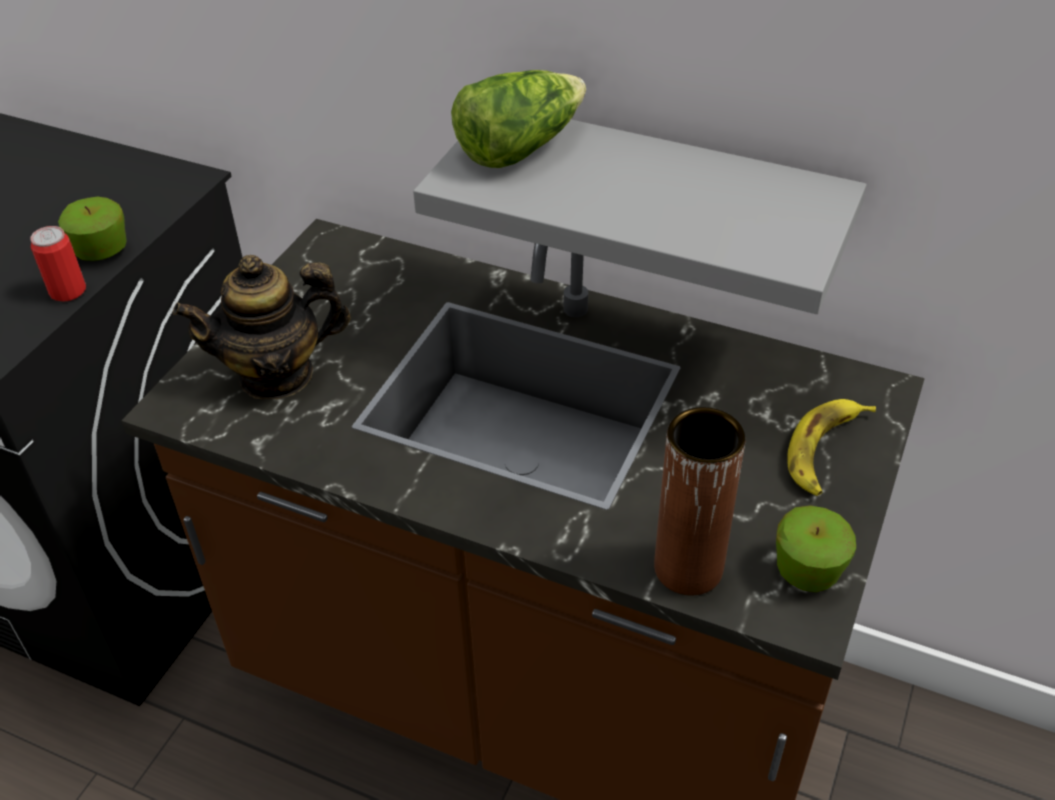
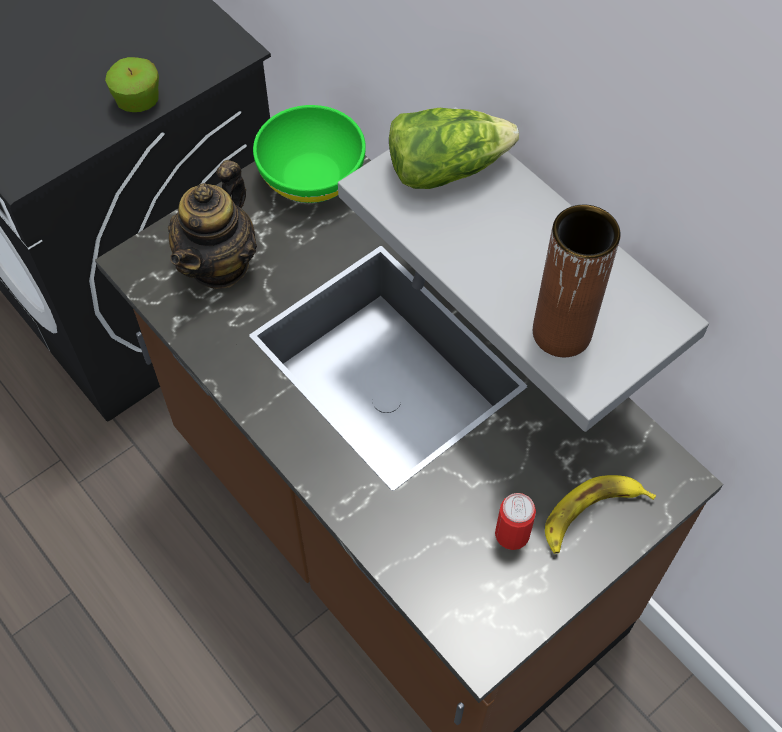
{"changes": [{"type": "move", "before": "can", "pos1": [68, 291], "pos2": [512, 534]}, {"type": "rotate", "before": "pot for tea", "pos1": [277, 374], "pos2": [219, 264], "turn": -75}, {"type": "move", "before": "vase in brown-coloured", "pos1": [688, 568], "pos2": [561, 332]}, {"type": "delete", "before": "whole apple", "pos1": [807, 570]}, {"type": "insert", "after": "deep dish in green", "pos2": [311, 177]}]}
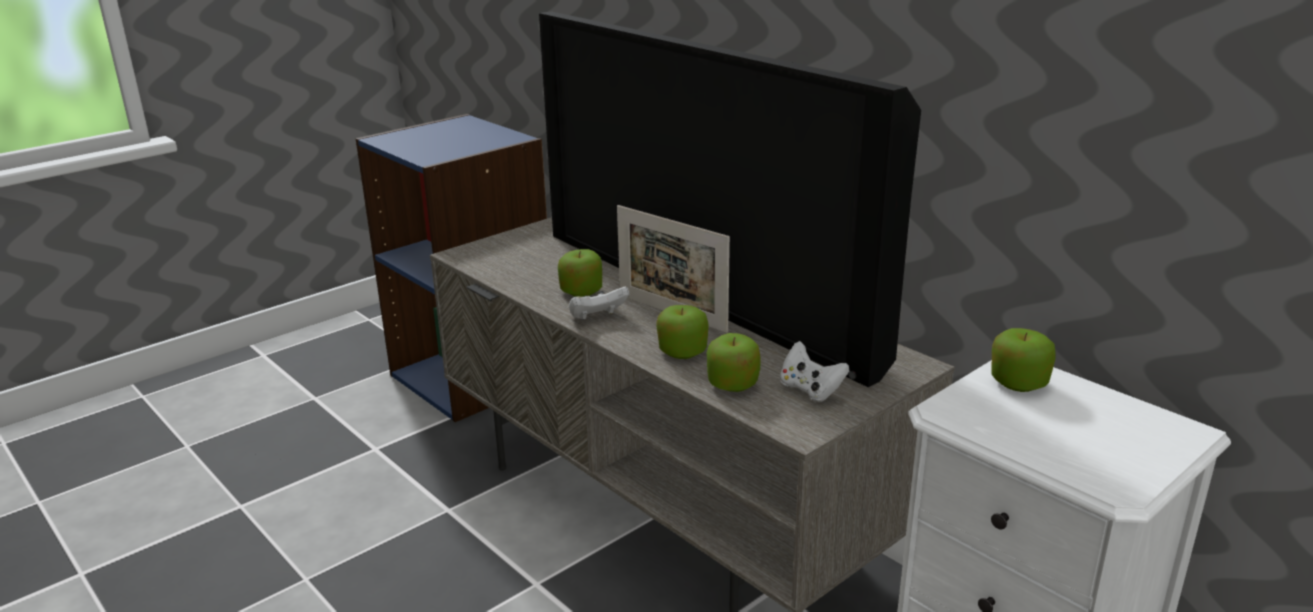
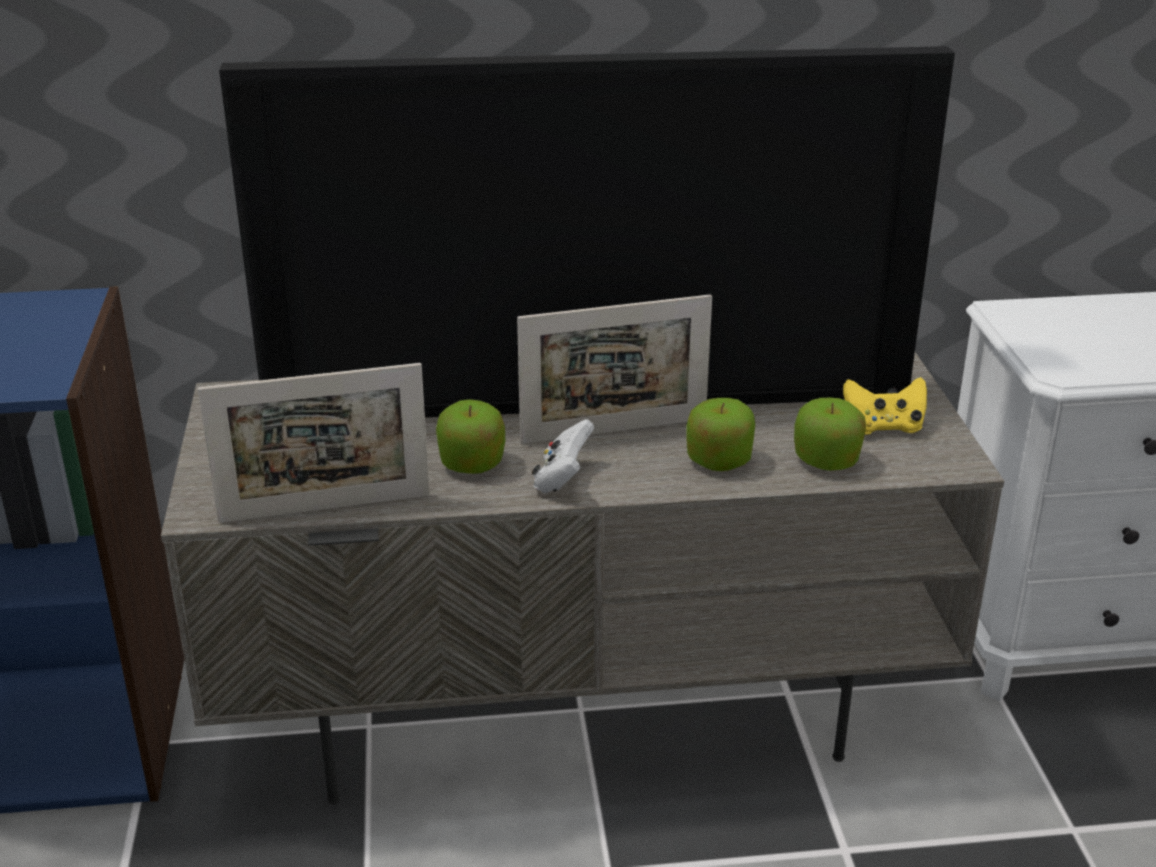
{"changes": [{"type": "recolor", "before": "joypad in whitish", "after": "joypad in yellow-coloured", "pos1": [810, 390], "pos2": [883, 427]}, {"type": "delete", "before": "whole apple", "pos1": [1018, 382]}, {"type": "insert", "after": "standing frame", "pos2": [325, 508]}]}
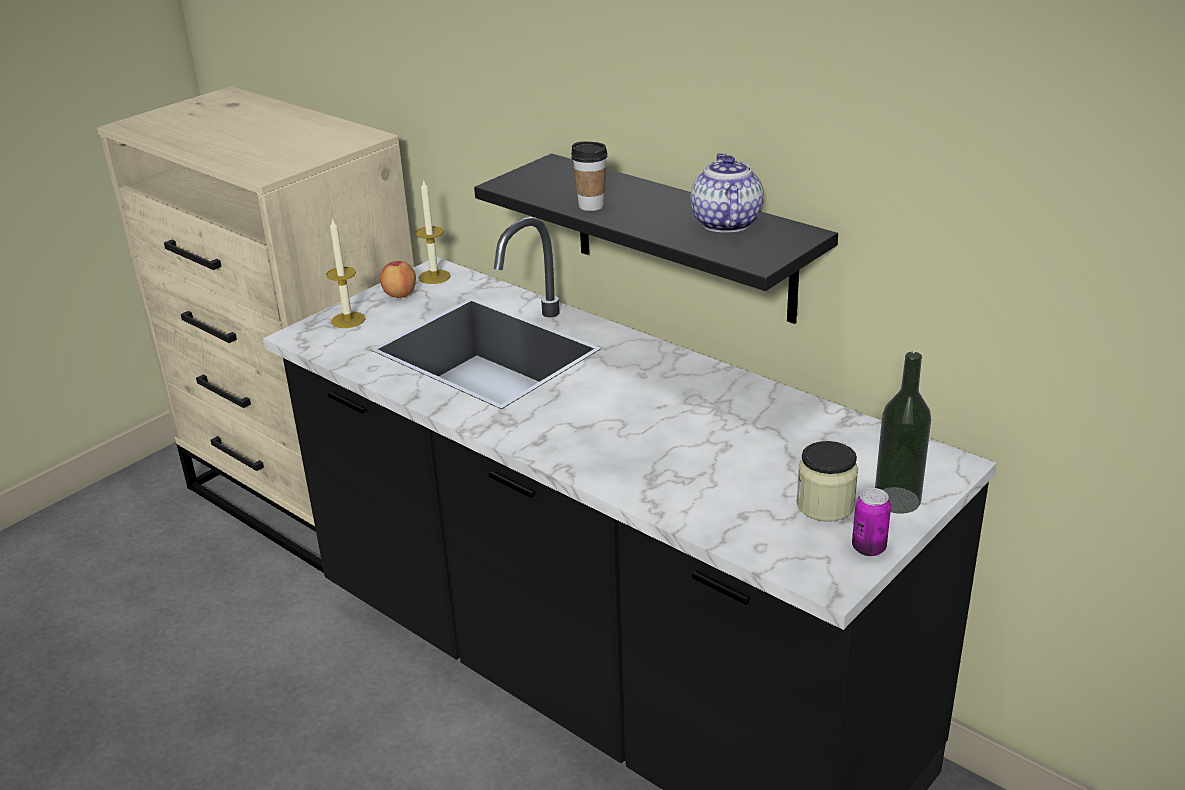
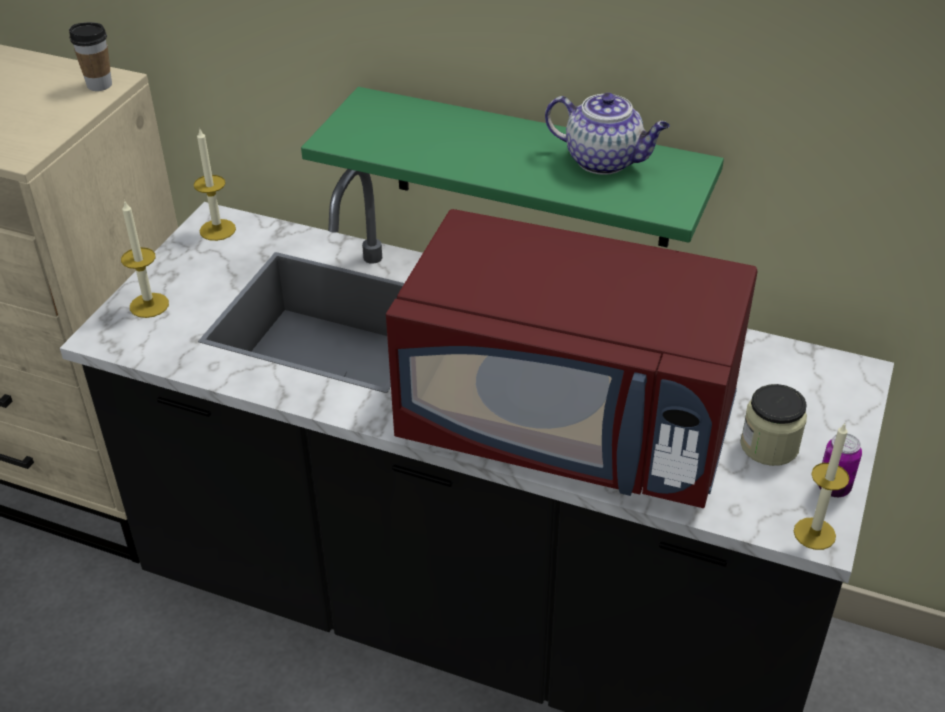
{"changes": [{"type": "delete", "before": "whole apple", "pos1": [400, 295]}, {"type": "recolor", "before": "shelf in black-coloured", "after": "shelf in green", "pos1": [683, 238], "pos2": [531, 169]}, {"type": "move", "before": "drinking cup", "pos1": [591, 206], "pos2": [99, 85]}, {"type": "rotate", "before": "pot for tea", "pos1": [725, 222], "pos2": [605, 161], "turn": 135}, {"type": "delete", "before": "beverage bottle", "pos1": [897, 500]}, {"type": "insert", "after": "kitchen microwave in reddish", "pos2": [570, 425]}, {"type": "insert", "after": "wax candle", "pos2": [814, 533]}]}
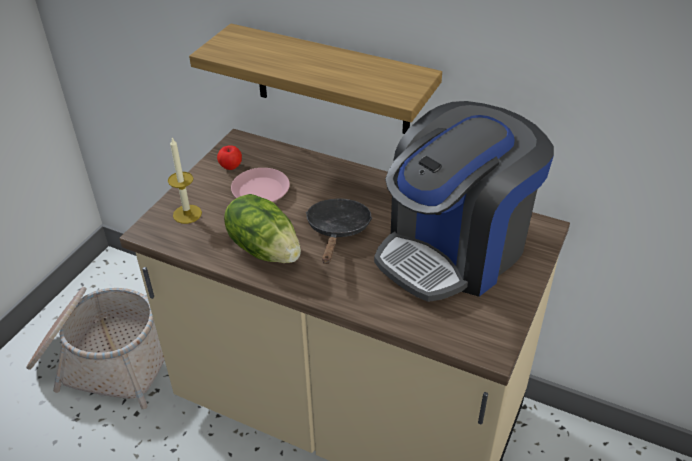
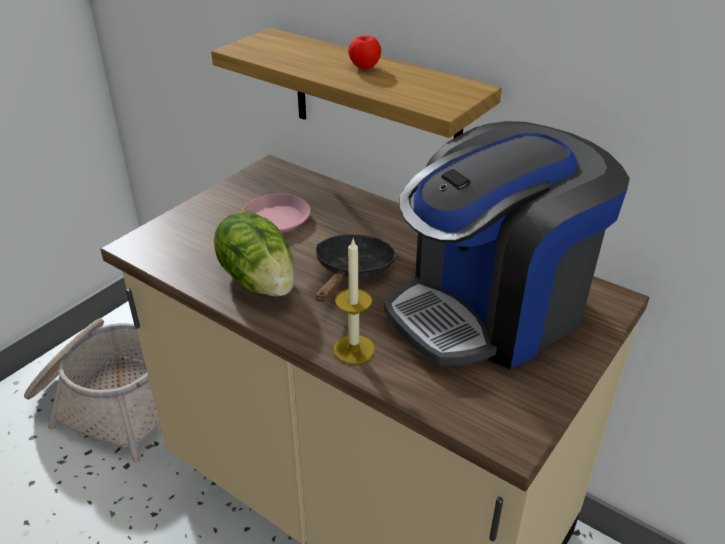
{"changes": [{"type": "move", "before": "wax candle", "pos1": [187, 214], "pos2": [354, 349]}, {"type": "move", "before": "whole apple", "pos1": [231, 166], "pos2": [365, 66]}]}
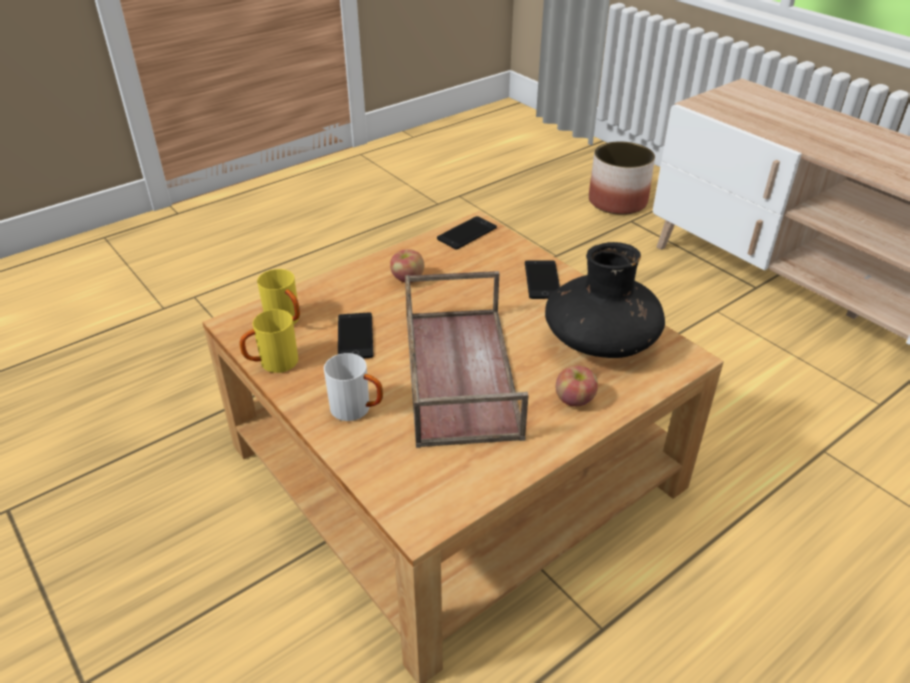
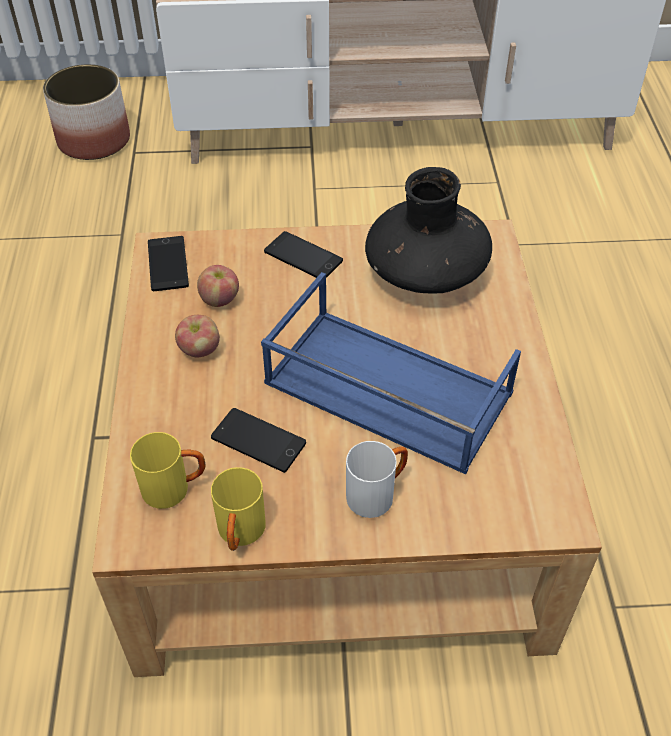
{"changes": [{"type": "recolor", "before": "carrying tray in brown-coloured", "after": "carrying tray in blue-coloured", "pos1": [457, 372], "pos2": [384, 389]}, {"type": "move", "before": "whole apple", "pos1": [574, 400], "pos2": [219, 299]}]}
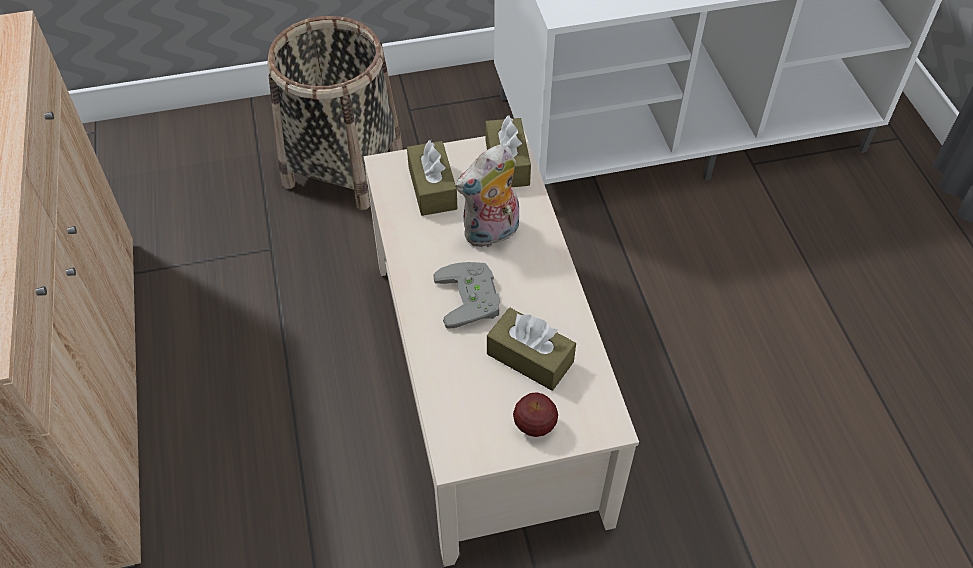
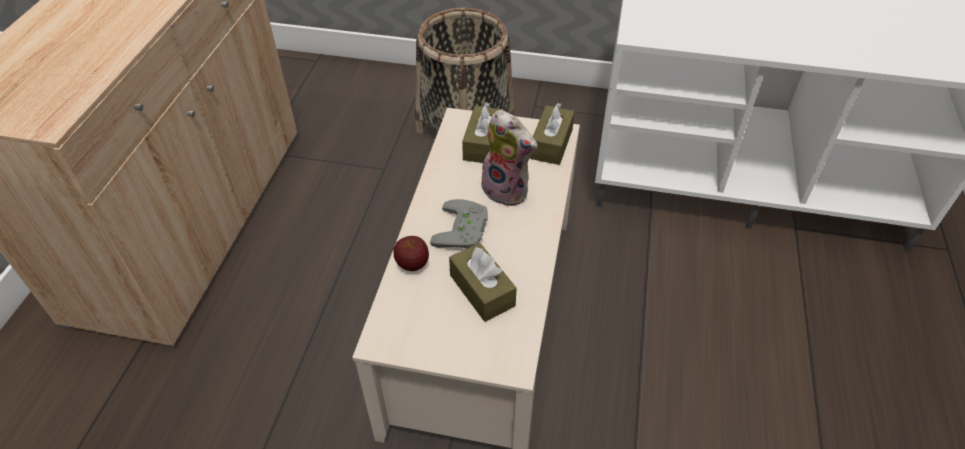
{"changes": [{"type": "rotate", "before": "soft toy", "pos1": [491, 234], "pos2": [508, 190], "turn": -135}, {"type": "move", "before": "whole apple", "pos1": [534, 426], "pos2": [412, 264]}]}
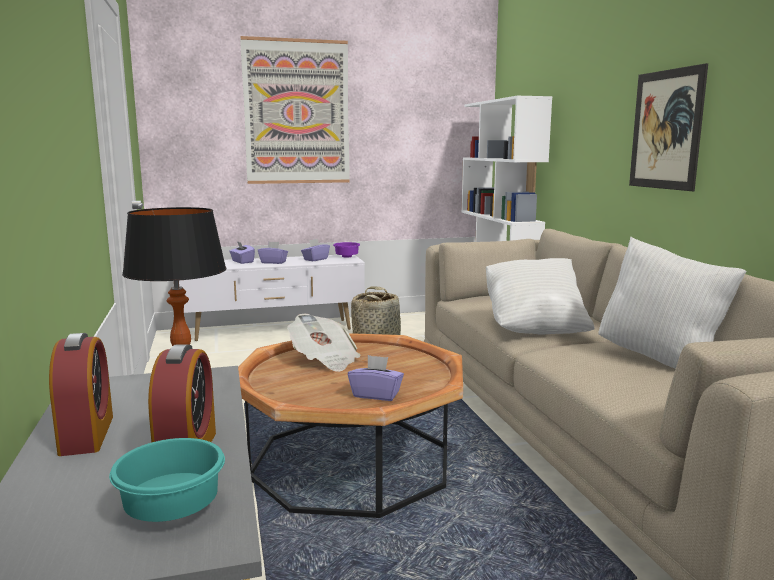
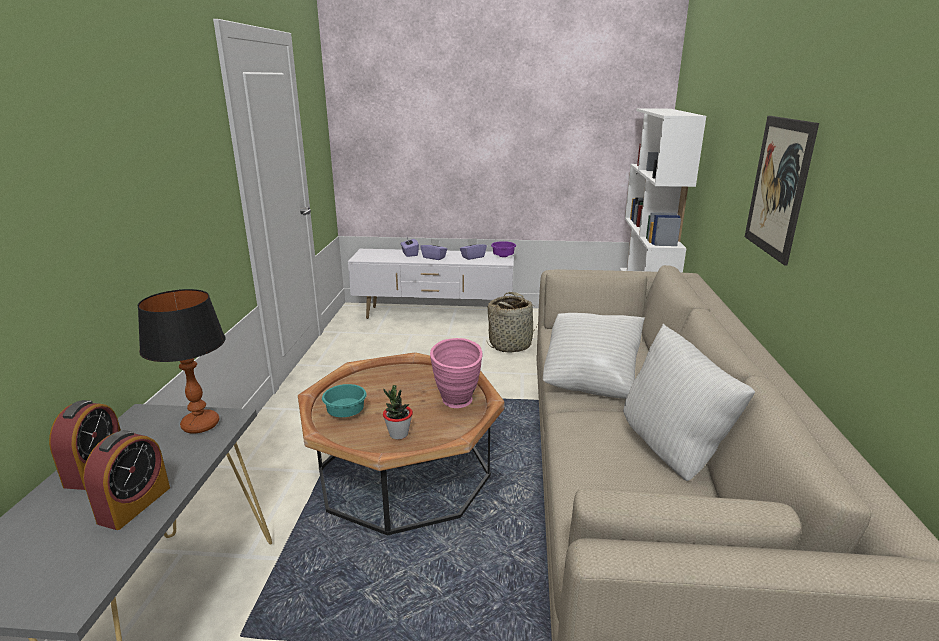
{"changes": [{"type": "move", "before": "deep dish in turquoise", "pos1": [172, 511], "pos2": [345, 413]}, {"type": "delete", "before": "wall art", "pos1": [297, 112]}, {"type": "delete", "before": "newspaper", "pos1": [324, 360]}, {"type": "replace", "before": "tissue box in purple", "after": "plant in a pot", "pos1": [376, 395], "pos2": [398, 434]}, {"type": "insert", "after": "vase in pinkish", "pos2": [457, 404]}]}
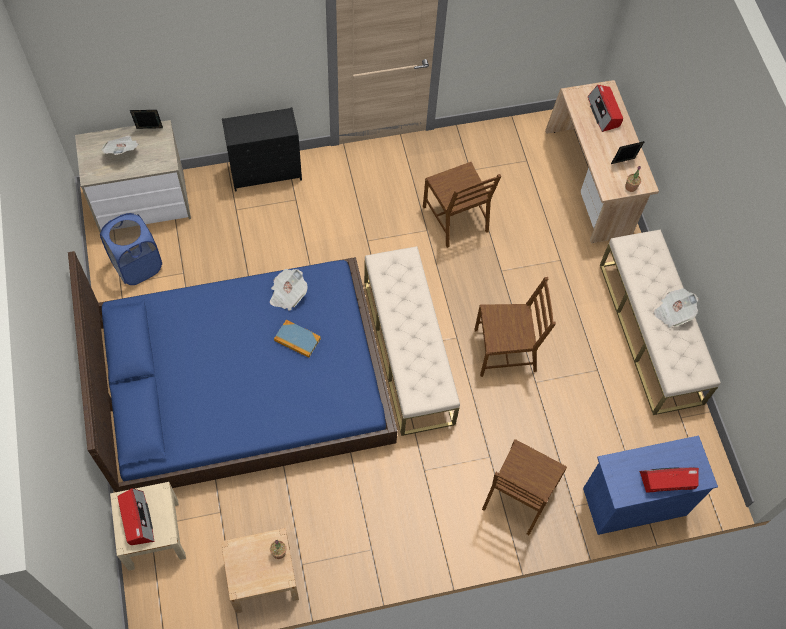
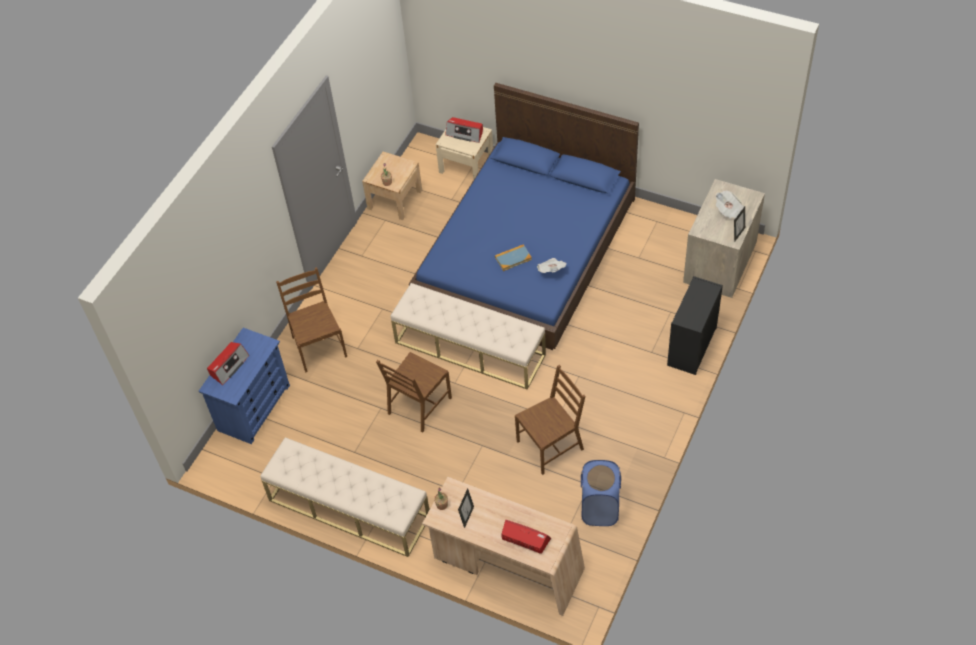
{"changes": [{"type": "move", "before": "washing basket in blue-coloured", "pos1": [137, 266], "pos2": [600, 509]}, {"type": "rotate", "before": "chair in brown-coloured", "pos1": [456, 219], "pos2": [550, 445], "turn": 135}, {"type": "delete", "before": "newspaper", "pos1": [673, 312]}]}
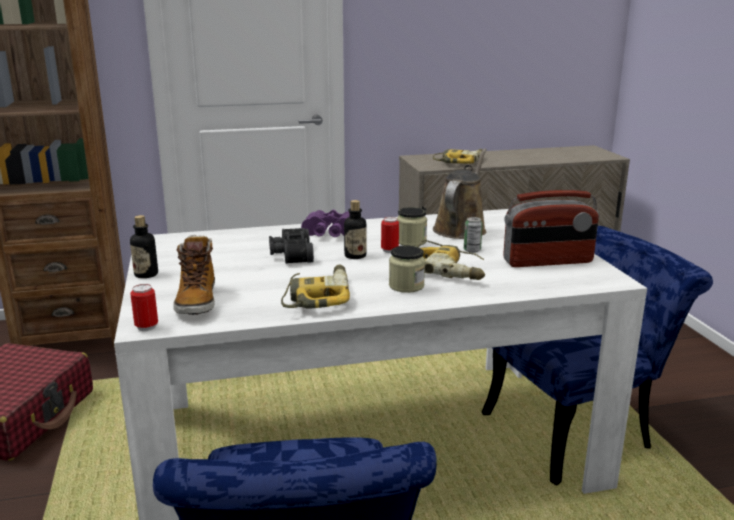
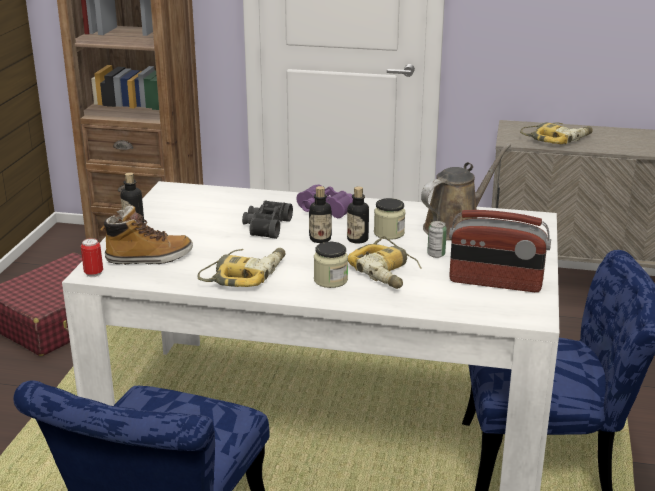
{"changes": [{"type": "rotate", "before": "tall boot", "pos1": [197, 301], "pos2": [149, 258], "turn": -120}, {"type": "replace", "before": "can", "after": "beverage bottle", "pos1": [389, 250], "pos2": [357, 239]}]}
